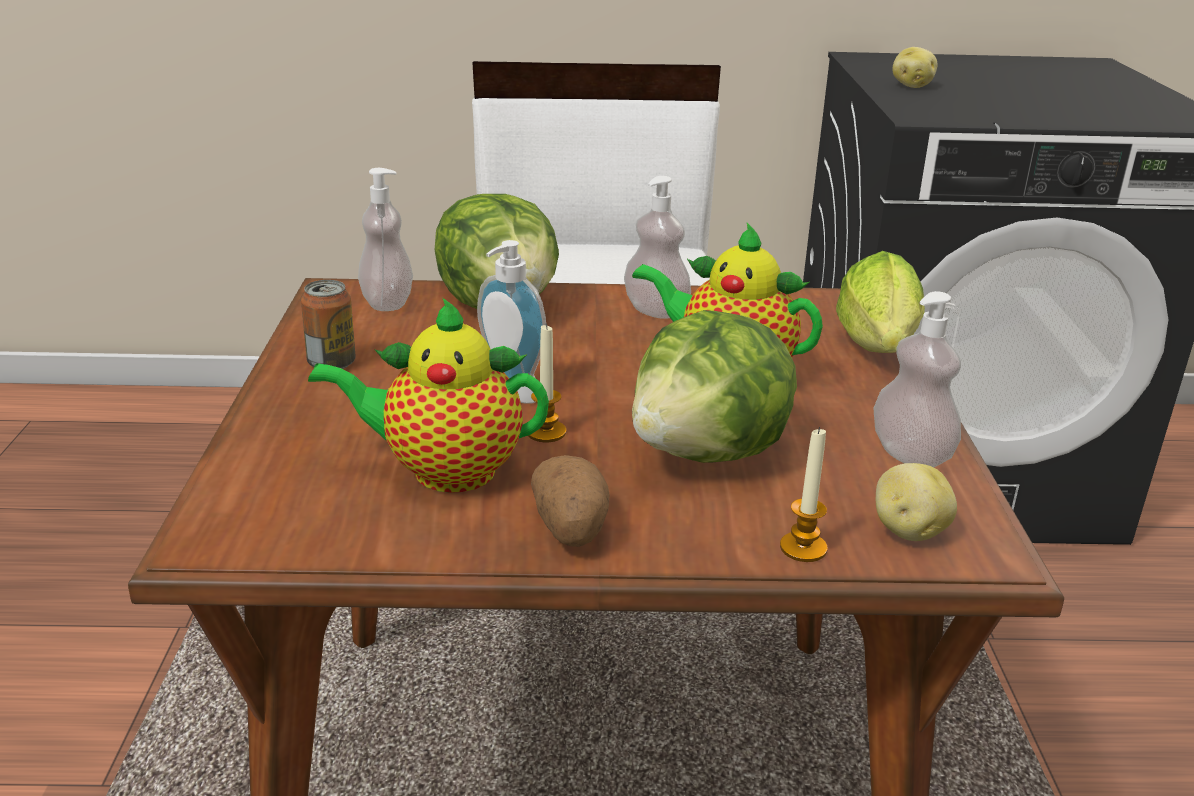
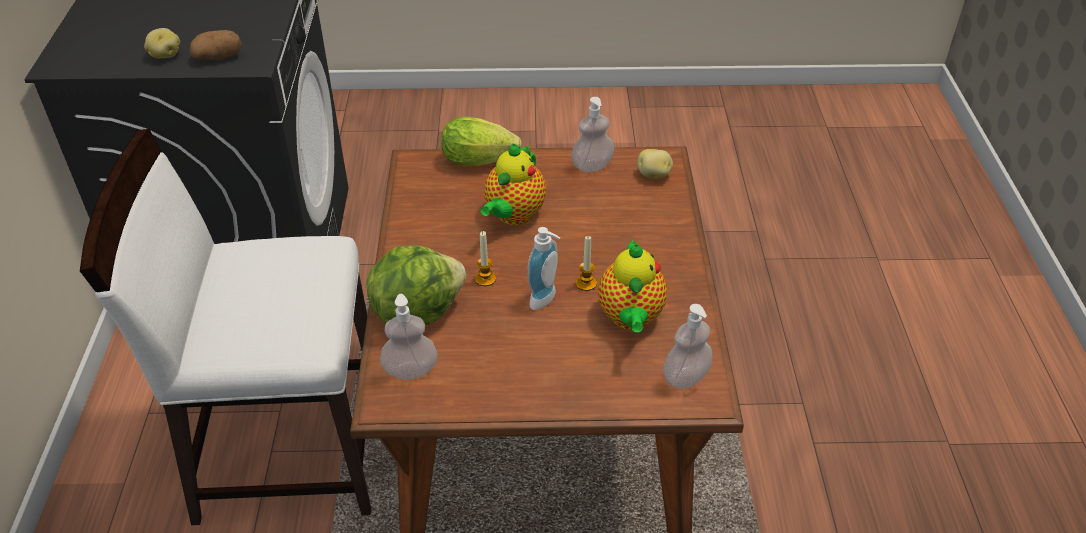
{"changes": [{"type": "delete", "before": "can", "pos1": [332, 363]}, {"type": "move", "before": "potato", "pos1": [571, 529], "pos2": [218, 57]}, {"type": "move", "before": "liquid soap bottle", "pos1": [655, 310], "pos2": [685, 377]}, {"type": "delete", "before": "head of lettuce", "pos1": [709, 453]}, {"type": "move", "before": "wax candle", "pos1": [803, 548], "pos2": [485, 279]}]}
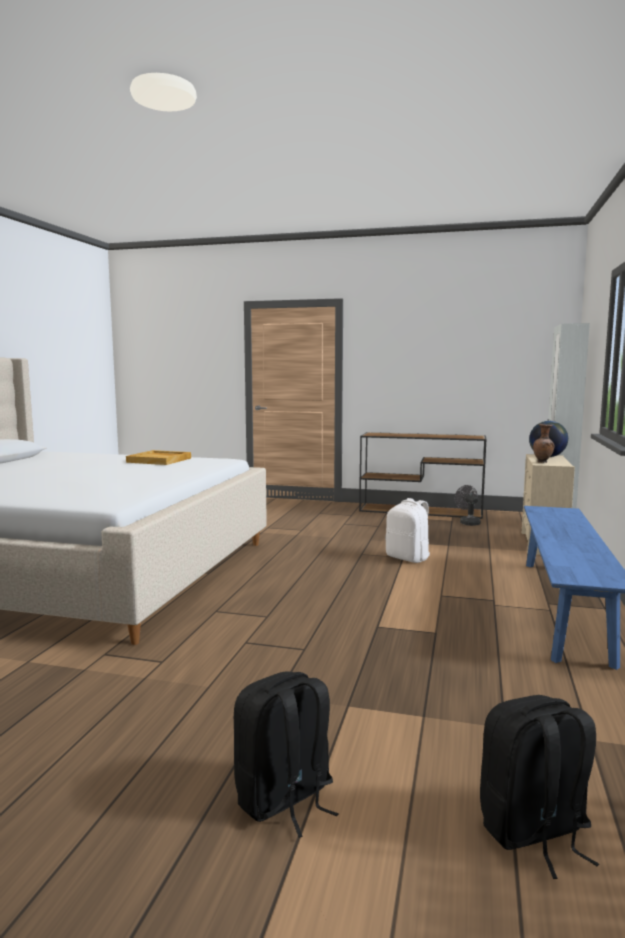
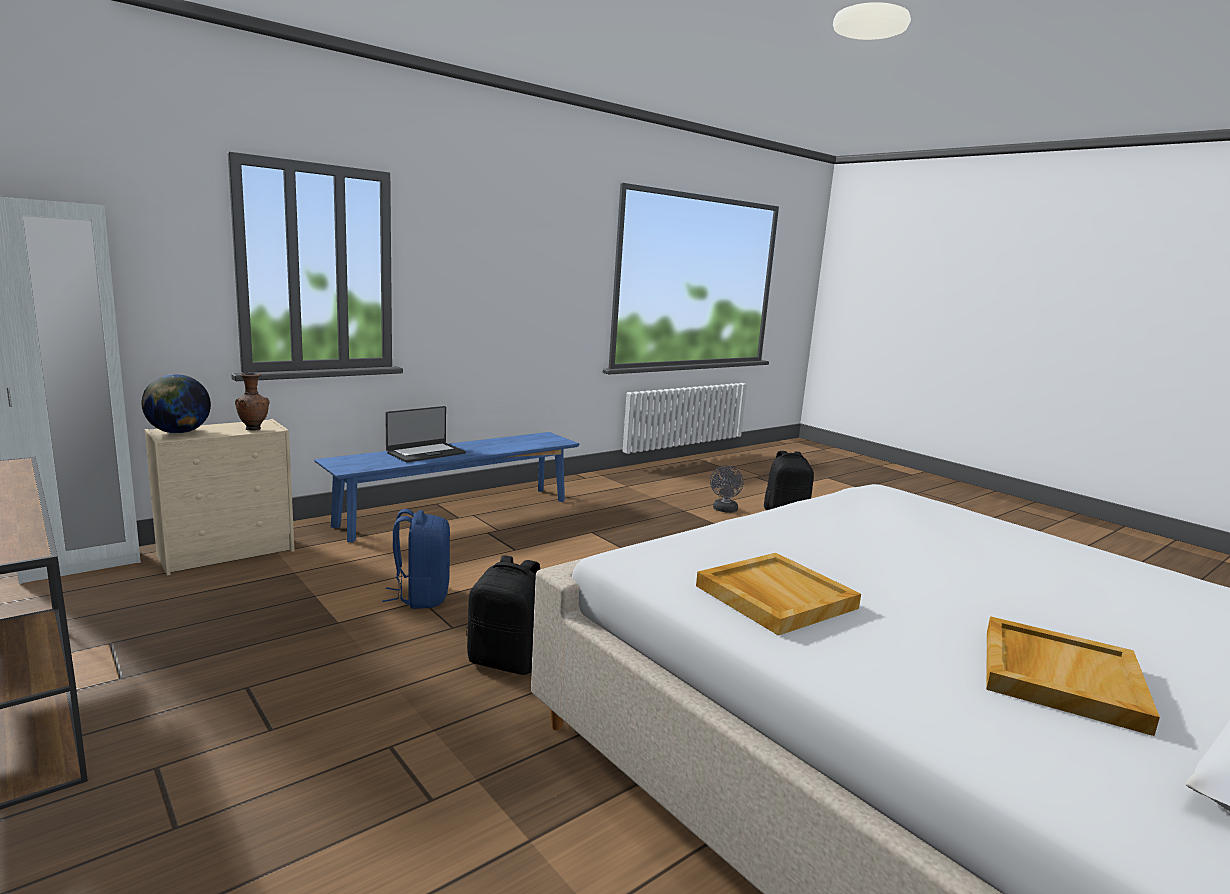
{"changes": [{"type": "recolor", "before": "knapsack in whitish", "after": "knapsack in blue-coloured", "pos1": [408, 558], "pos2": [421, 597]}, {"type": "move", "before": "electric fan in gray", "pos1": [468, 522], "pos2": [724, 510]}, {"type": "move", "before": "knapsack in black-coloured", "pos1": [534, 832], "pos2": [507, 661]}, {"type": "insert", "after": "notebook computer", "pos2": [425, 453]}, {"type": "insert", "after": "carrying tray in sand-coloured", "pos2": [1059, 676]}]}
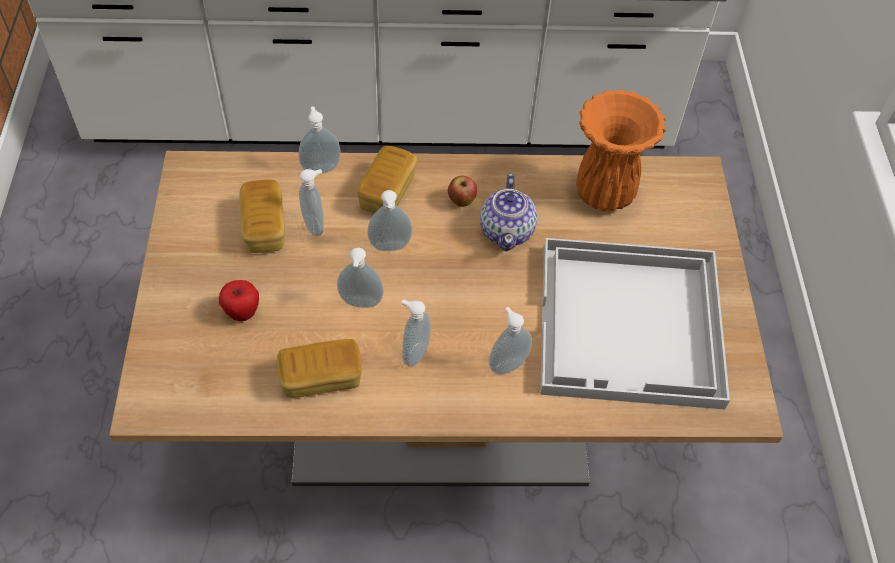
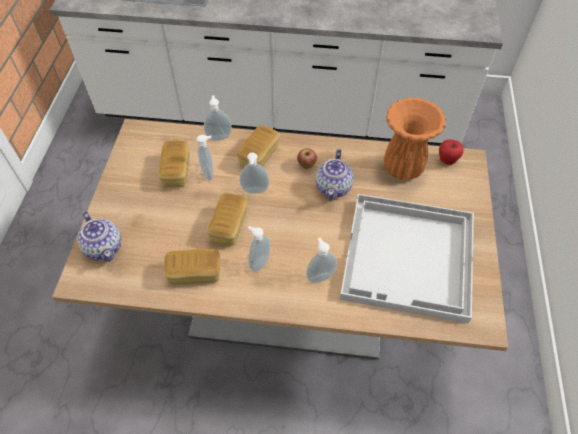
{"changes": [{"type": "move", "before": "whole apple", "pos1": [242, 313], "pos2": [447, 160]}, {"type": "replace", "before": "liquid soap bottle", "after": "baked bread", "pos1": [360, 304], "pos2": [229, 226]}, {"type": "insert", "after": "pot for tea", "pos2": [104, 247]}]}
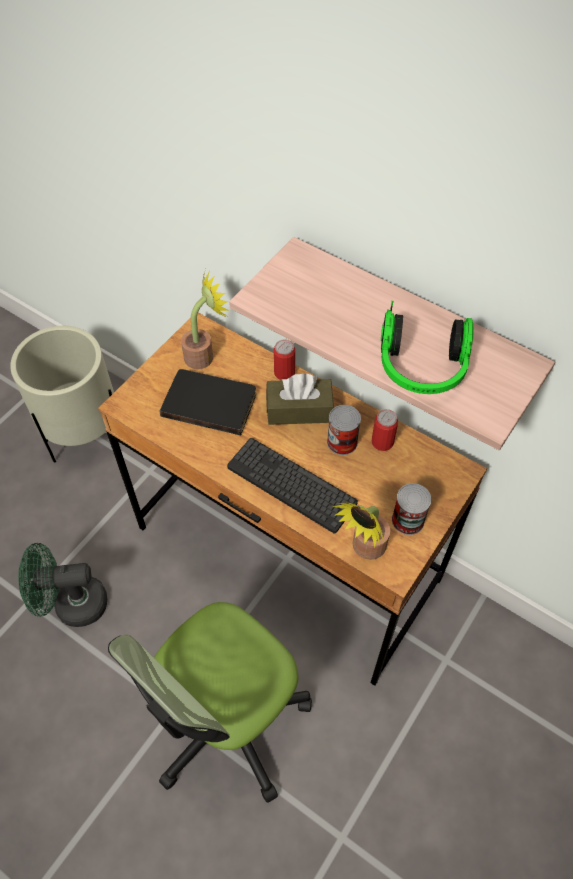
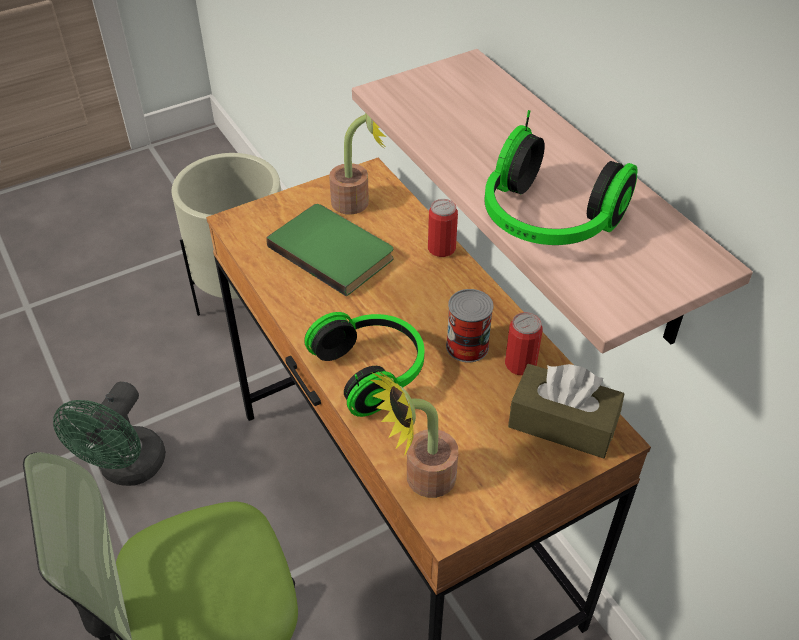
{"changes": [{"type": "rotate", "before": "electric fan in green", "pos1": [72, 604], "pos2": [127, 469], "turn": -90}, {"type": "recolor", "before": "bound book in black-coloured", "after": "bound book in green", "pos1": [210, 402], "pos2": [334, 250]}, {"type": "replace", "before": "PC keyboard", "after": "pair of headphones", "pos1": [291, 485], "pos2": [373, 371]}, {"type": "move", "before": "tissue box in brown-coloured", "pos1": [299, 410], "pos2": [562, 423]}, {"type": "delete", "before": "can", "pos1": [408, 520]}]}
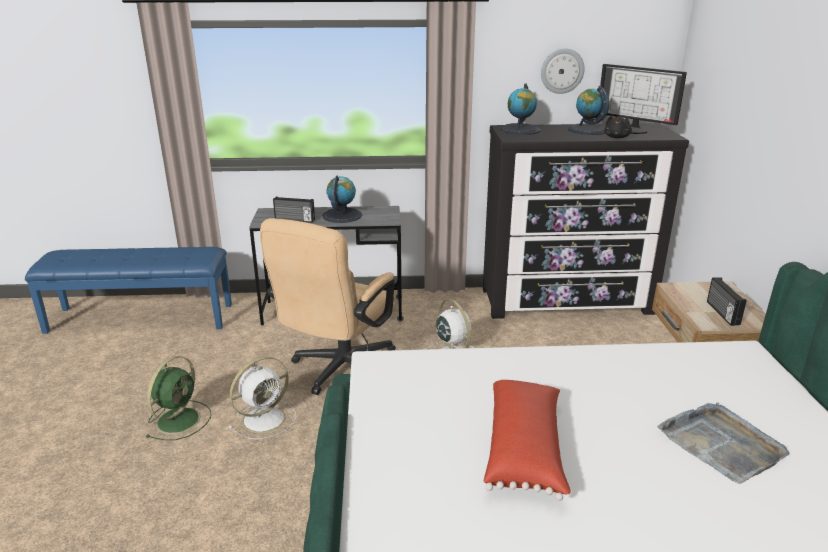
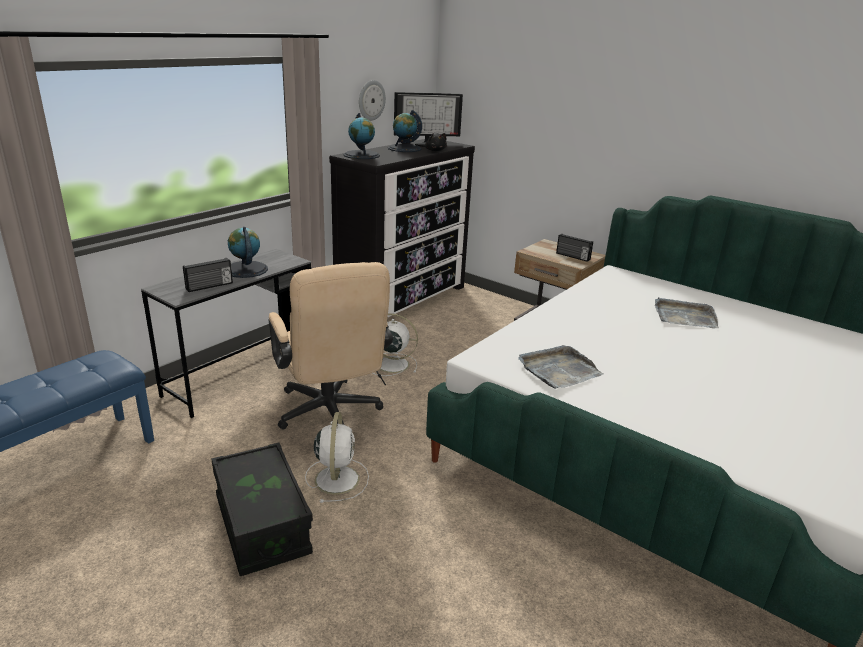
{"changes": [{"type": "replace", "before": "electric fan in green", "after": "storage bin in black-coloured", "pos1": [179, 419], "pos2": [262, 525]}, {"type": "delete", "before": "cushion in reddish", "pos1": [525, 450]}, {"type": "insert", "after": "carrying tray in gray", "pos2": [558, 370]}]}
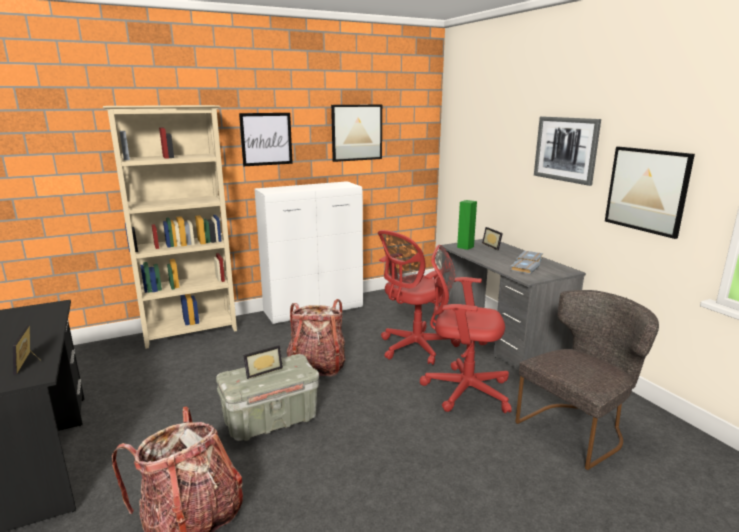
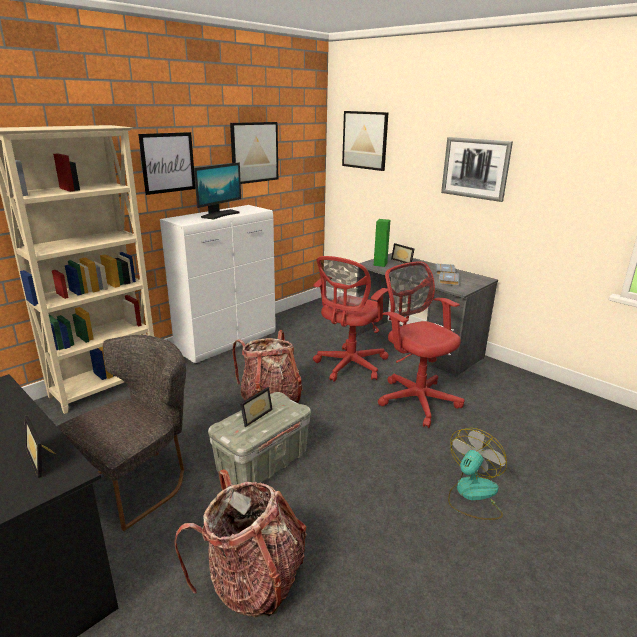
{"changes": [{"type": "rotate", "before": "desk chair in reddish", "pos1": [462, 389], "pos2": [415, 398], "turn": 60}, {"type": "move", "before": "chair in gray", "pos1": [577, 429], "pos2": [140, 481]}, {"type": "move", "before": "wall art", "pos1": [647, 190], "pos2": [364, 140]}, {"type": "insert", "after": "computer display", "pos2": [220, 215]}, {"type": "insert", "after": "electric fan", "pos2": [472, 495]}]}
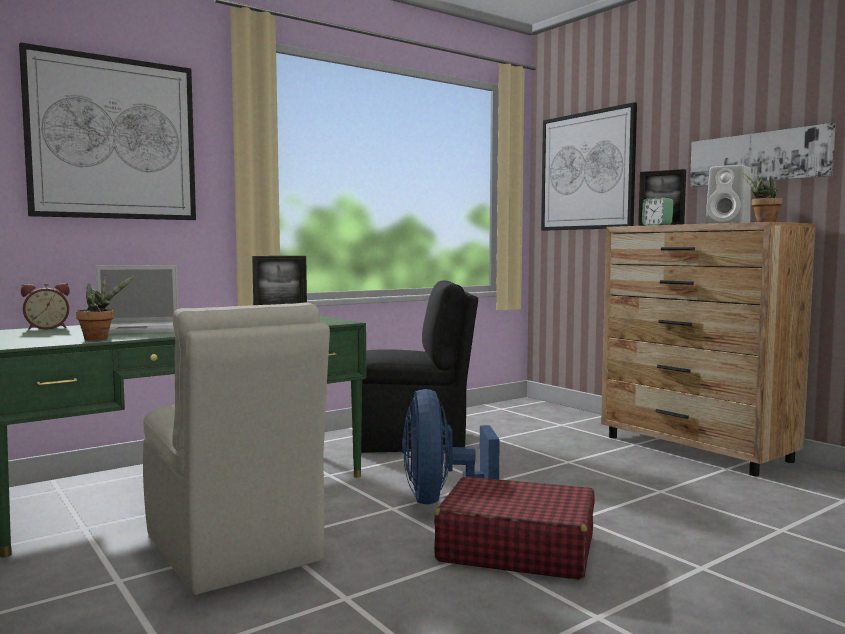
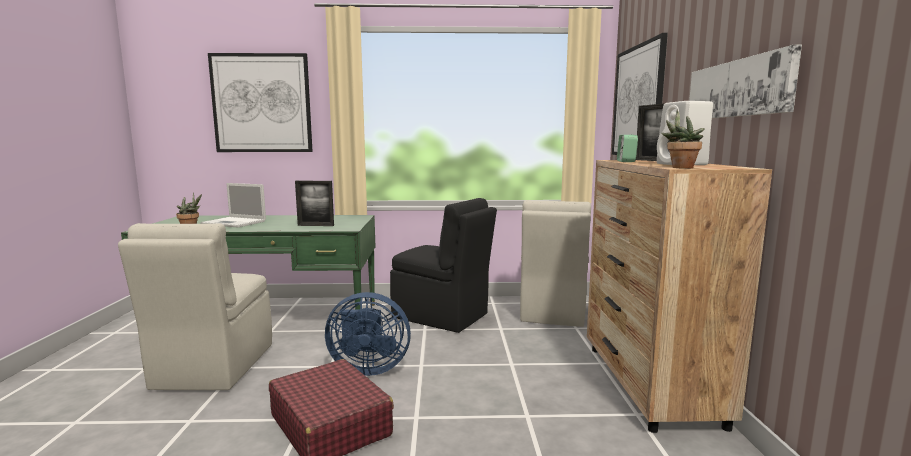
{"changes": [{"type": "delete", "before": "bedside clock", "pos1": [47, 328]}, {"type": "rotate", "before": "electric fan in blue-coloured", "pos1": [440, 498], "pos2": [368, 368], "turn": -120}, {"type": "insert", "after": "chair in sand-coloured", "pos2": [552, 312]}]}
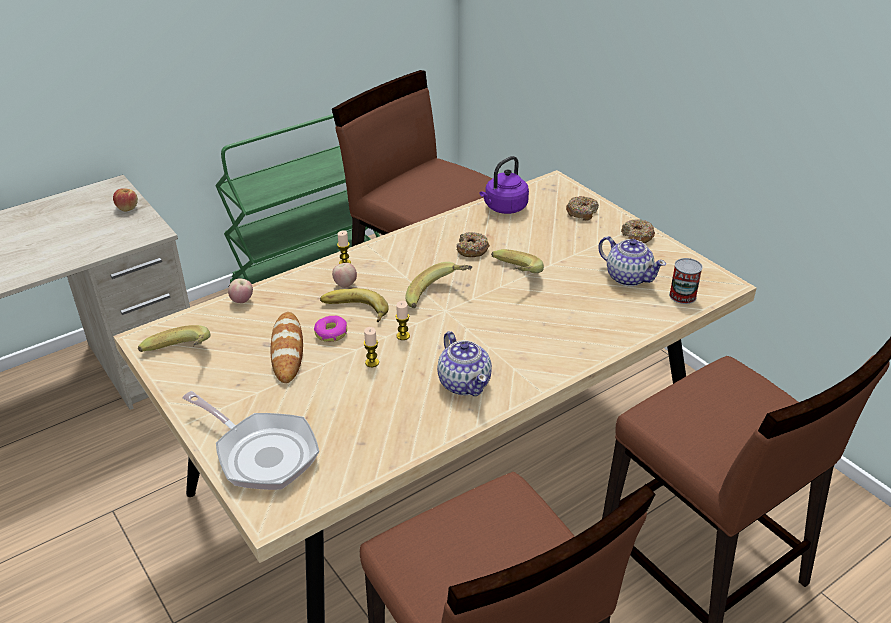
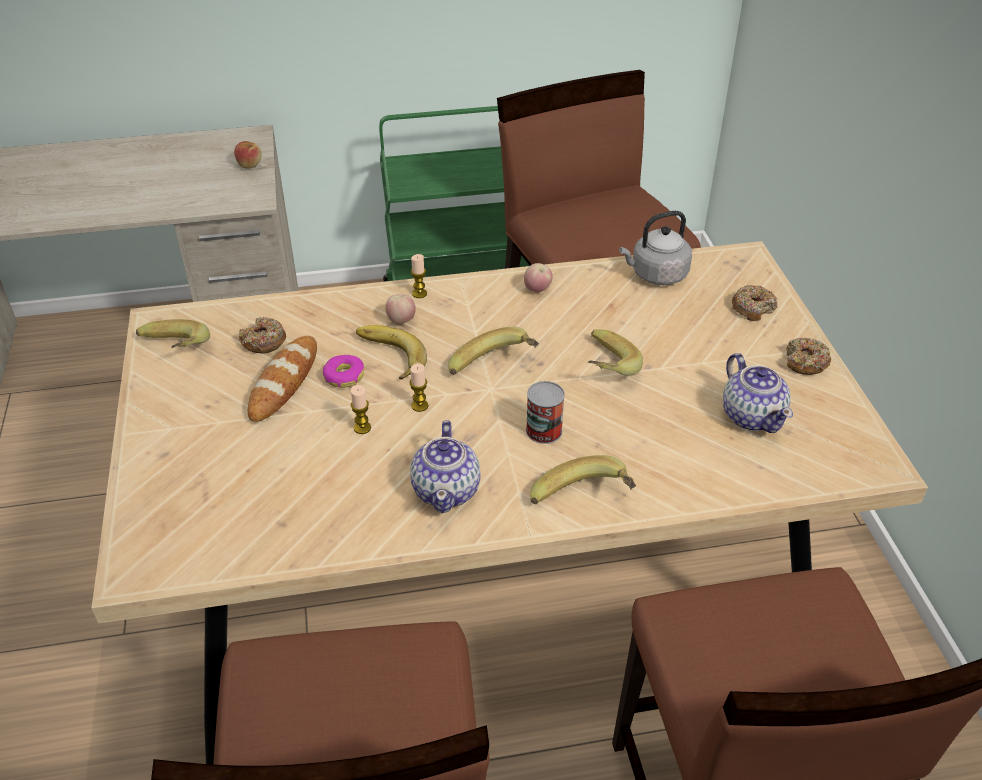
{"changes": [{"type": "delete", "before": "pan", "pos1": [261, 453]}, {"type": "move", "before": "whole apple", "pos1": [242, 301], "pos2": [537, 290]}, {"type": "move", "before": "doughnut", "pos1": [472, 250], "pos2": [264, 342]}, {"type": "recolor", "before": "water kettle in purple", "after": "water kettle in gray", "pos1": [504, 208], "pos2": [656, 275]}, {"type": "move", "before": "can", "pos1": [682, 296], "pos2": [544, 431]}, {"type": "insert", "after": "banana", "pos2": [584, 502]}]}
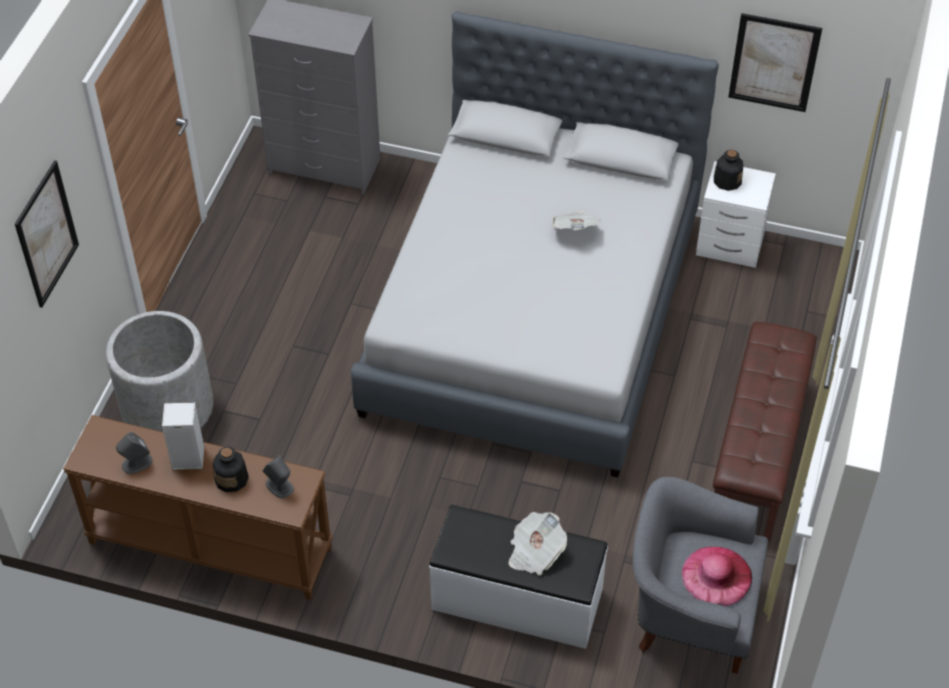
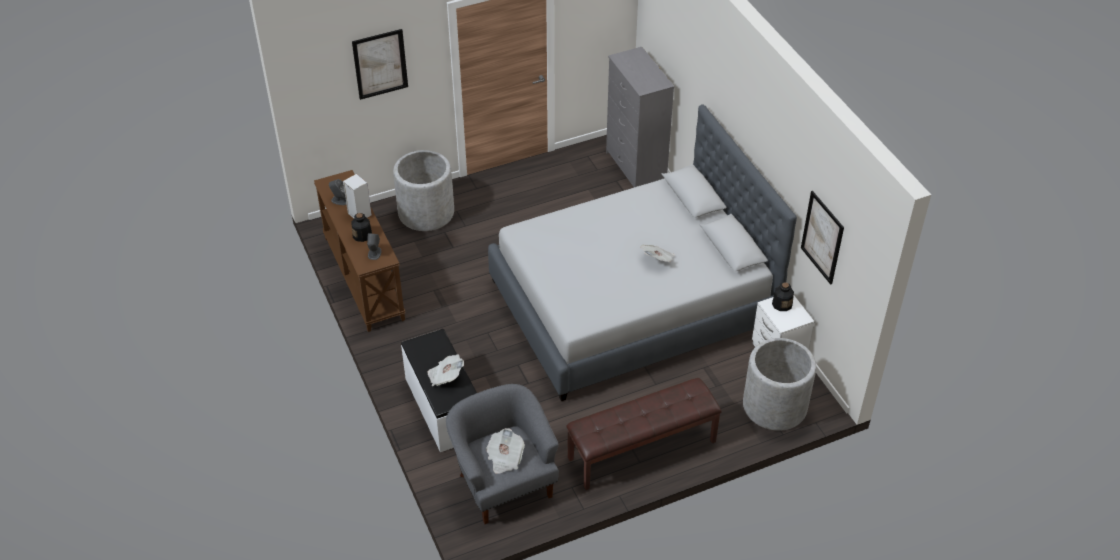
{"changes": [{"type": "replace", "before": "hat in pinkish", "after": "newspaper", "pos1": [716, 576], "pos2": [504, 458]}, {"type": "insert", "after": "plant pot in gray", "pos2": [774, 406]}]}
